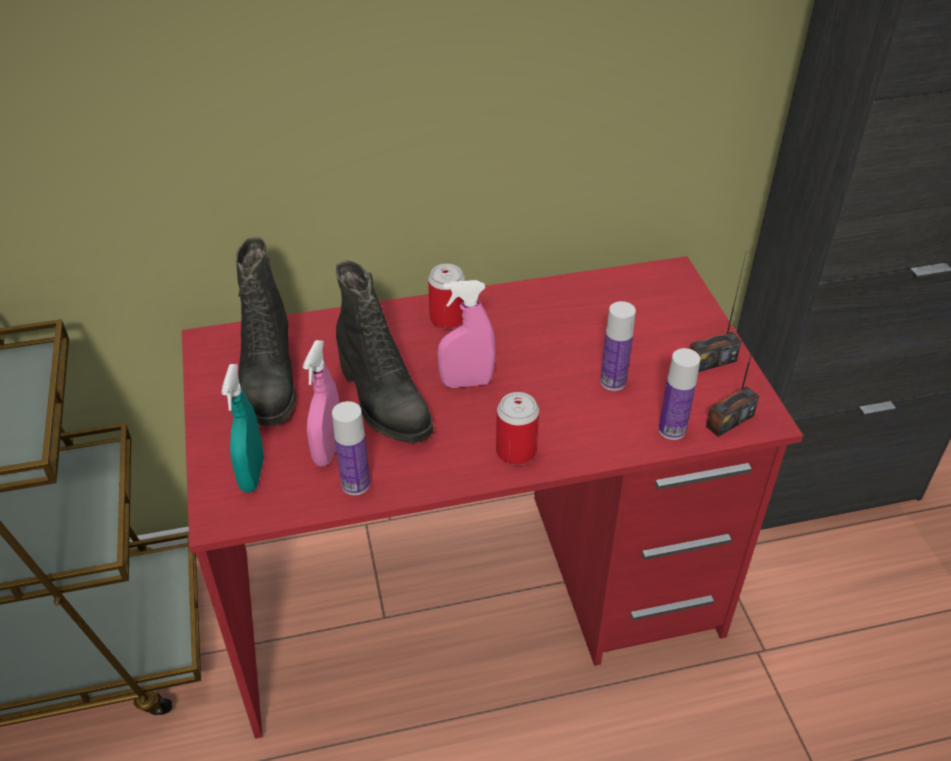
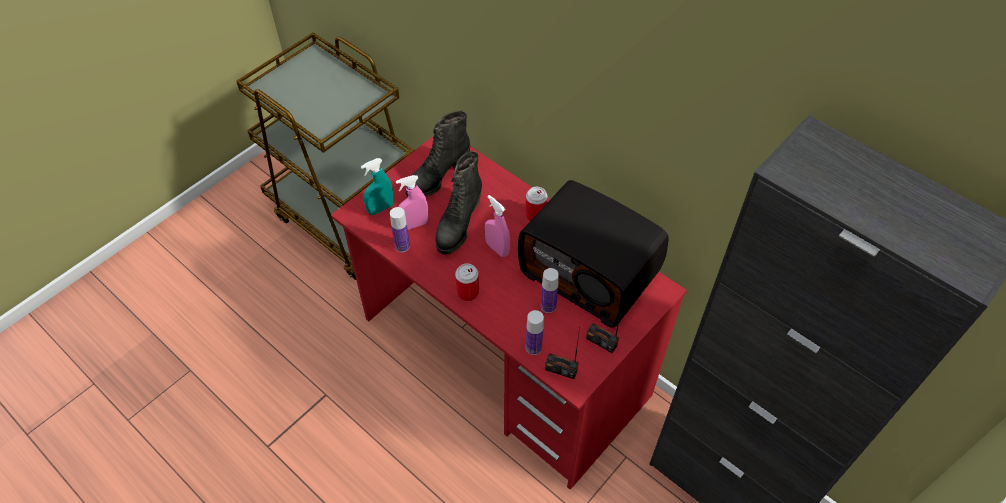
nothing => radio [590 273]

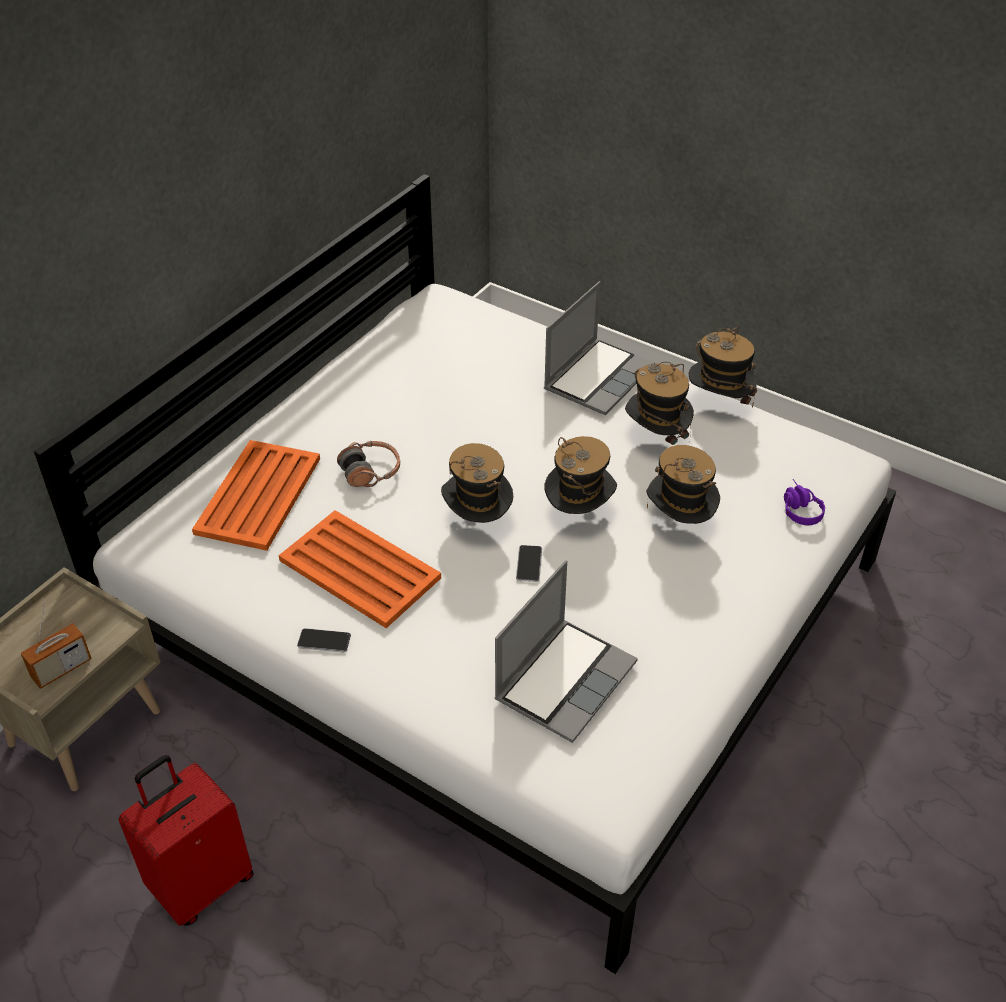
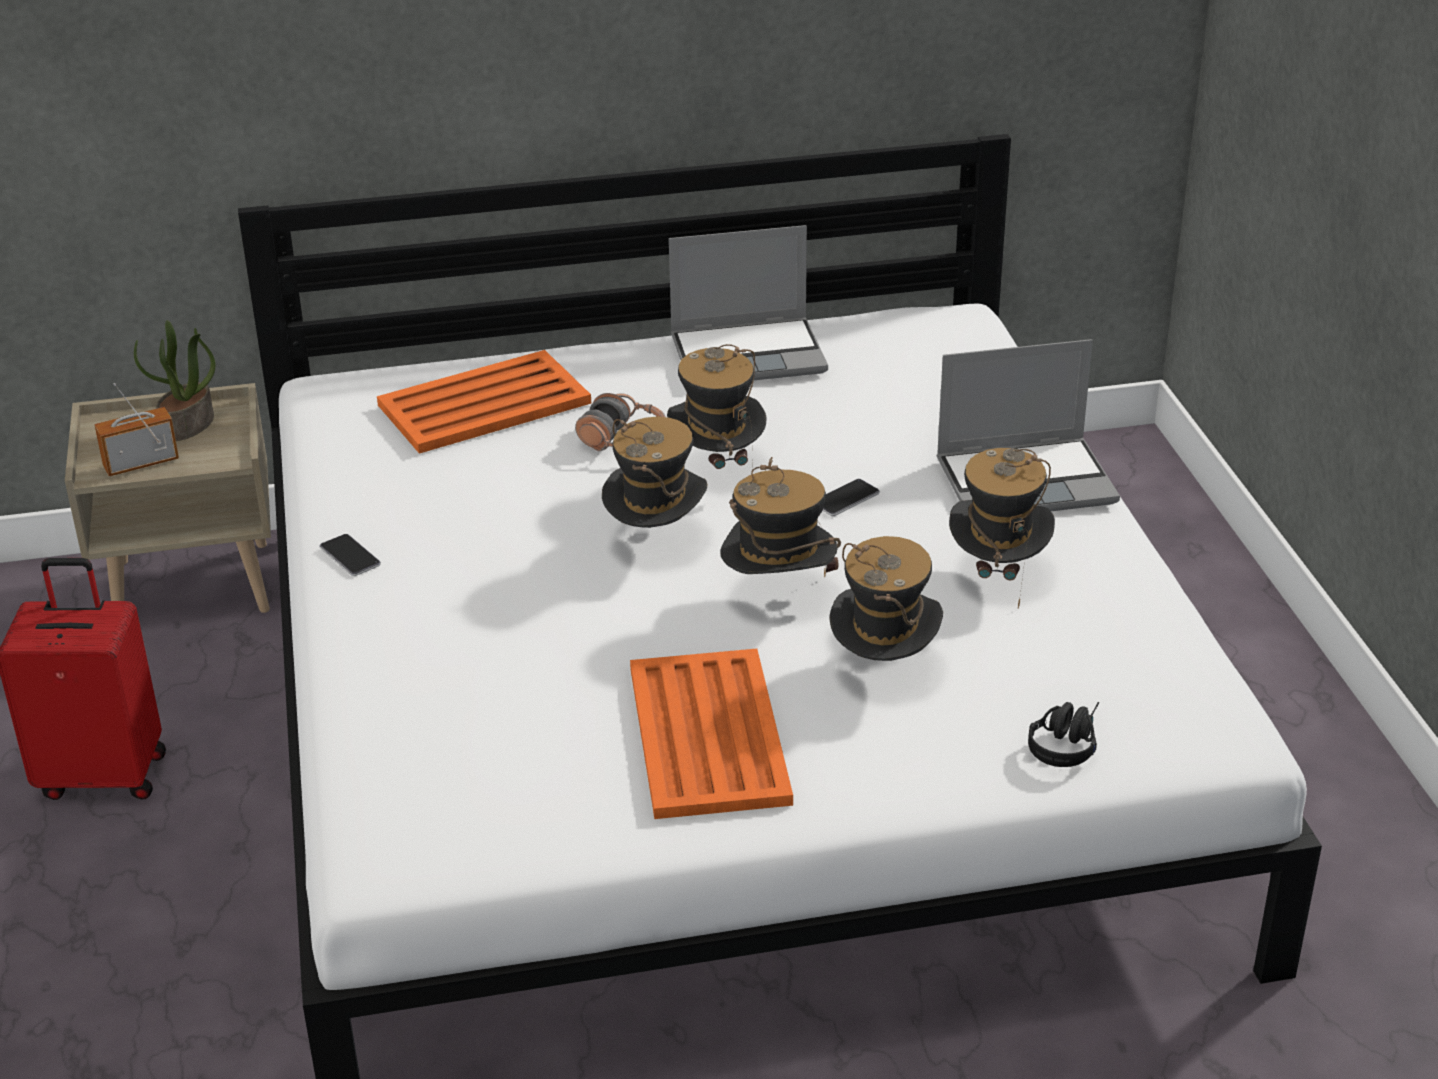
radio [61 669] => radio [141 463], 150 degrees clockwise
orange tray [360 570] => orange tray [707 736], relocated
laptop [565 679] => laptop [750 354], relocated
phone [529 564] => phone [846 499], relocated
hat [718 405] => hat [717 468], relocated
purple headphones [798 508] => black headphones [1066 742]
nothing => potted plant [188 426]

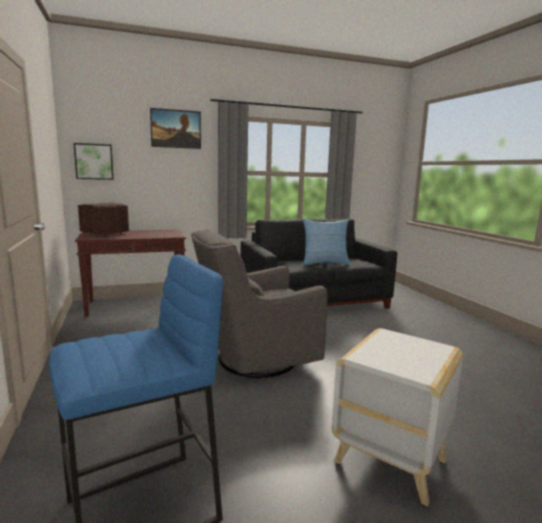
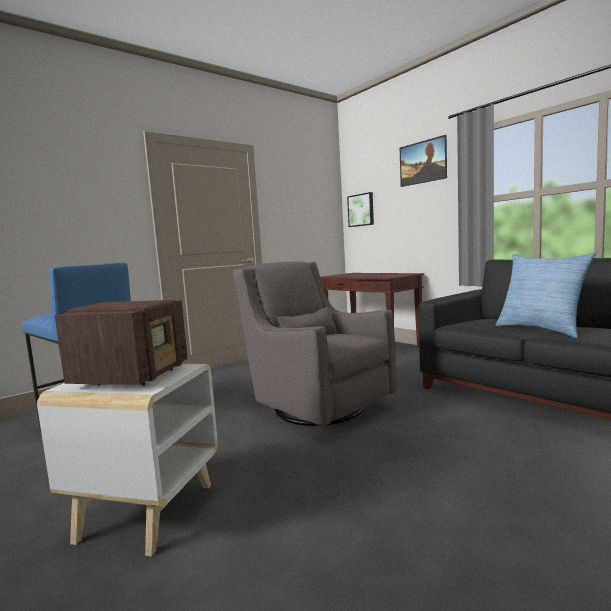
radio [104 233] => radio [133 376], relocated

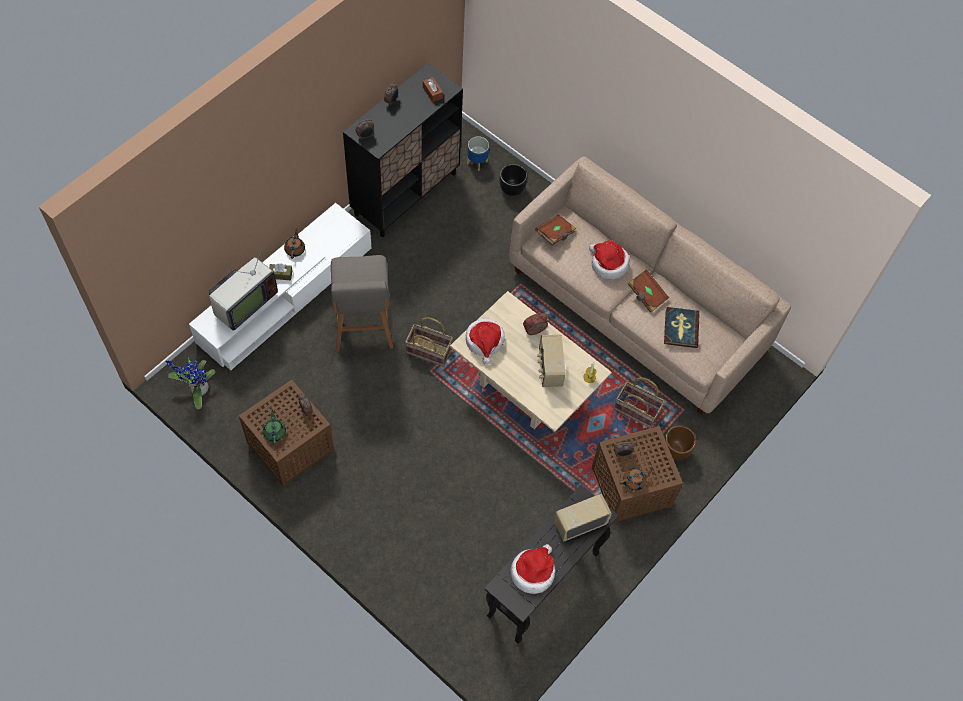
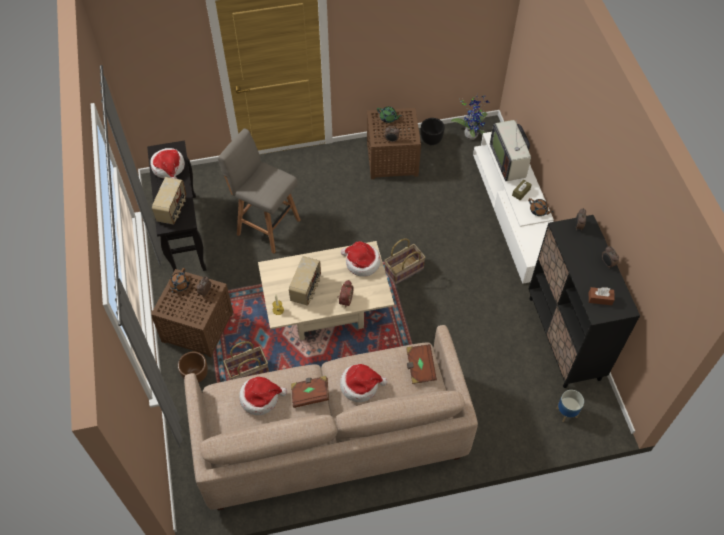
grey stool [363 329] => grey stool [266 226], relocated
black planter [512 190] => black planter [431 140], relocated
radio [549 369] => radio [306 289], 75 degrees clockwise
book [680 328] => hat [261 398]

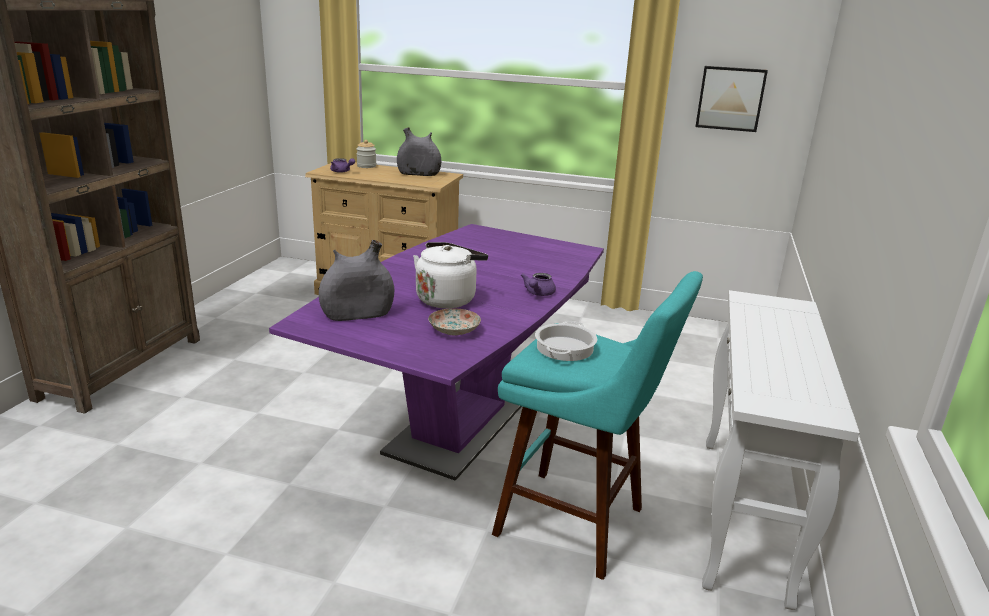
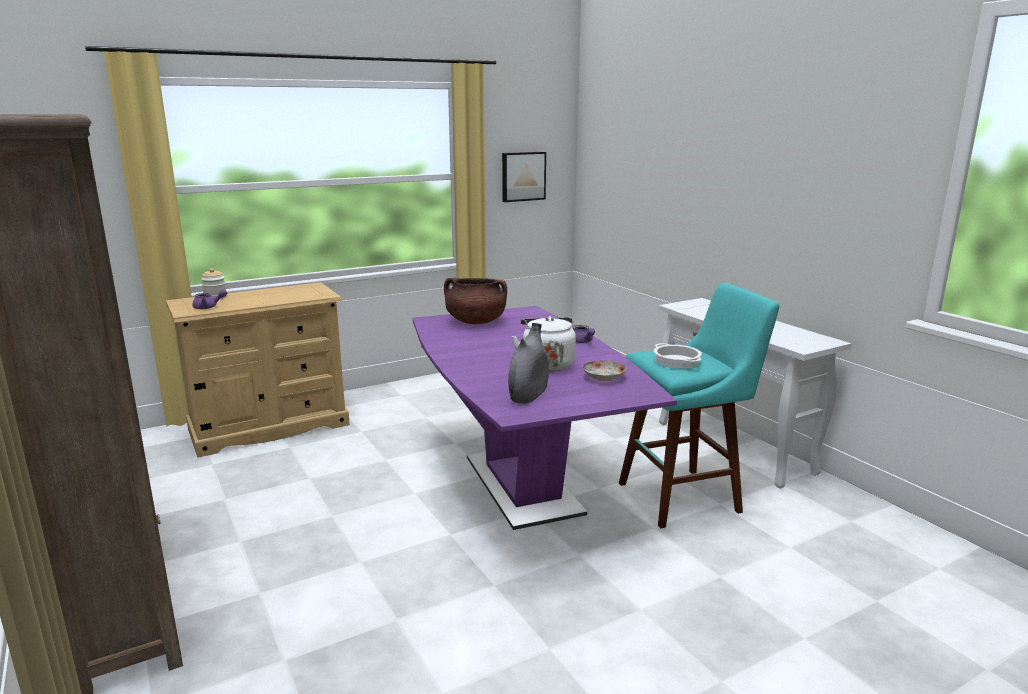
grey vase [419 174] => nothing
nothing => brown cooking pot [475 322]

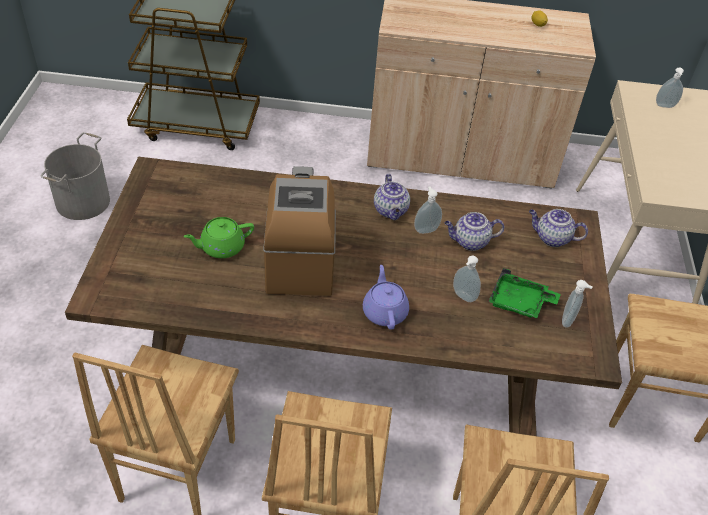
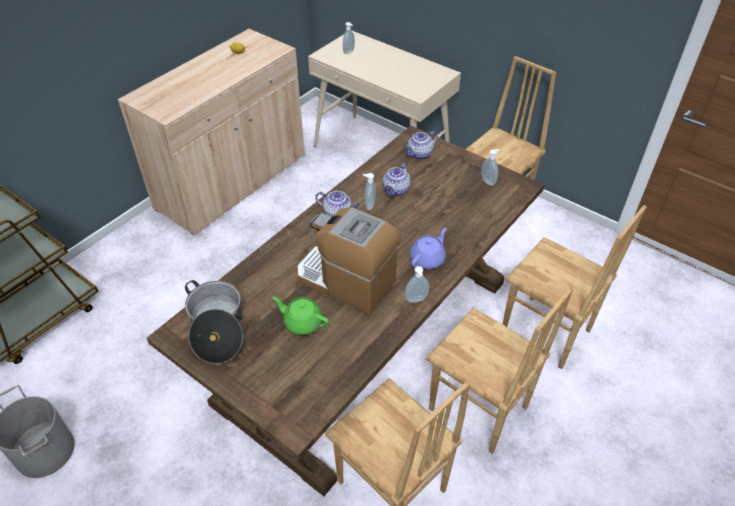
green teapot [221 247] => green teapot [302 322], 105 degrees clockwise
purple teapot [384 311] => purple teapot [428 259], 105 degrees clockwise
soap dispenser [463 297] => soap dispenser [416 300], relocated
green tray [519 302] => nothing
nothing => cooking pot [217 329]

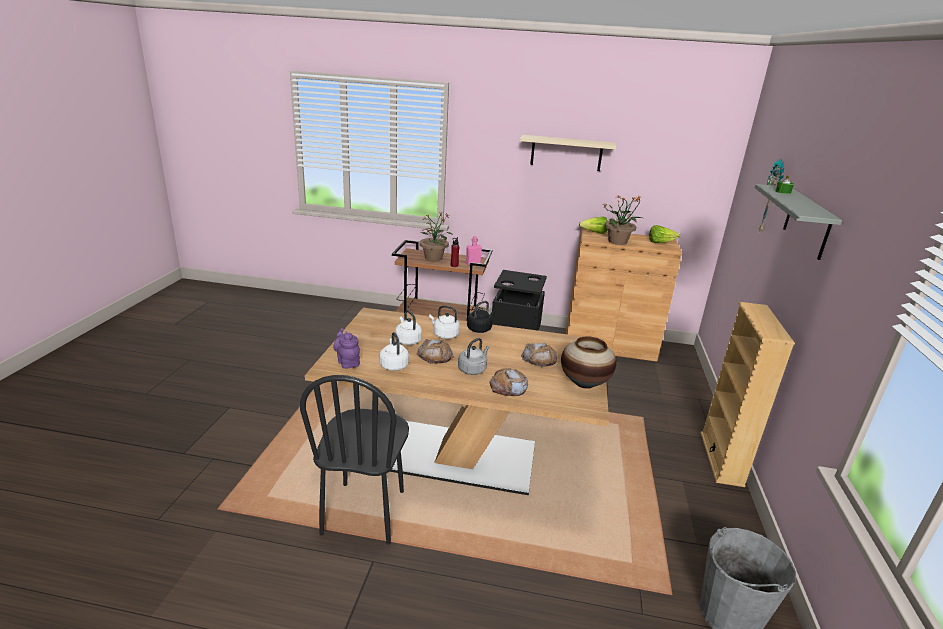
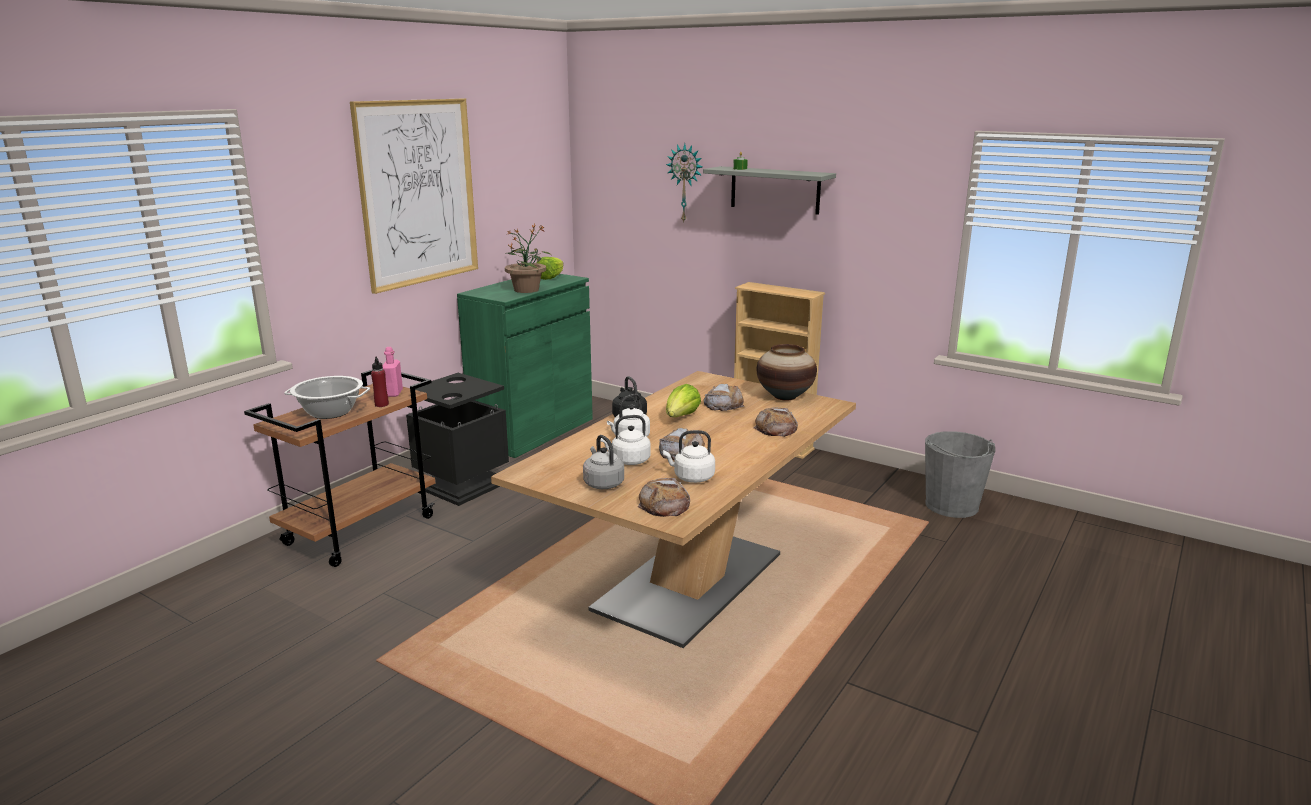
black chair [364 512] => nothing
purple teapot [347 362] => bread [665 504]
potted plant [433 258] => cooking pot [330 412]
grey kettle [473 369] => grey kettle [602 483], relocated
beige shelf [566 153] => picture [418 193]
brown cabinet [609 344] => green cabinet [533 431]
lettuce [594 233] => lettuce [681 418], relocated

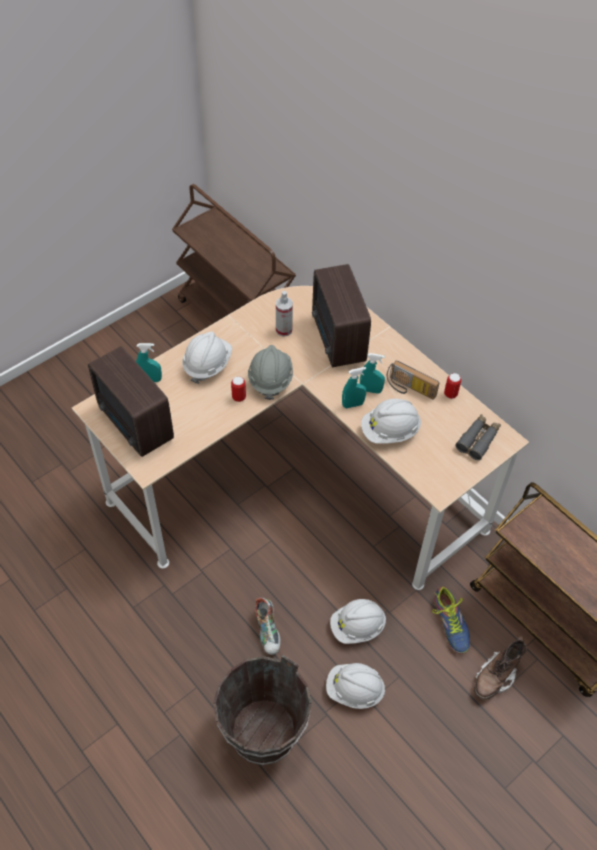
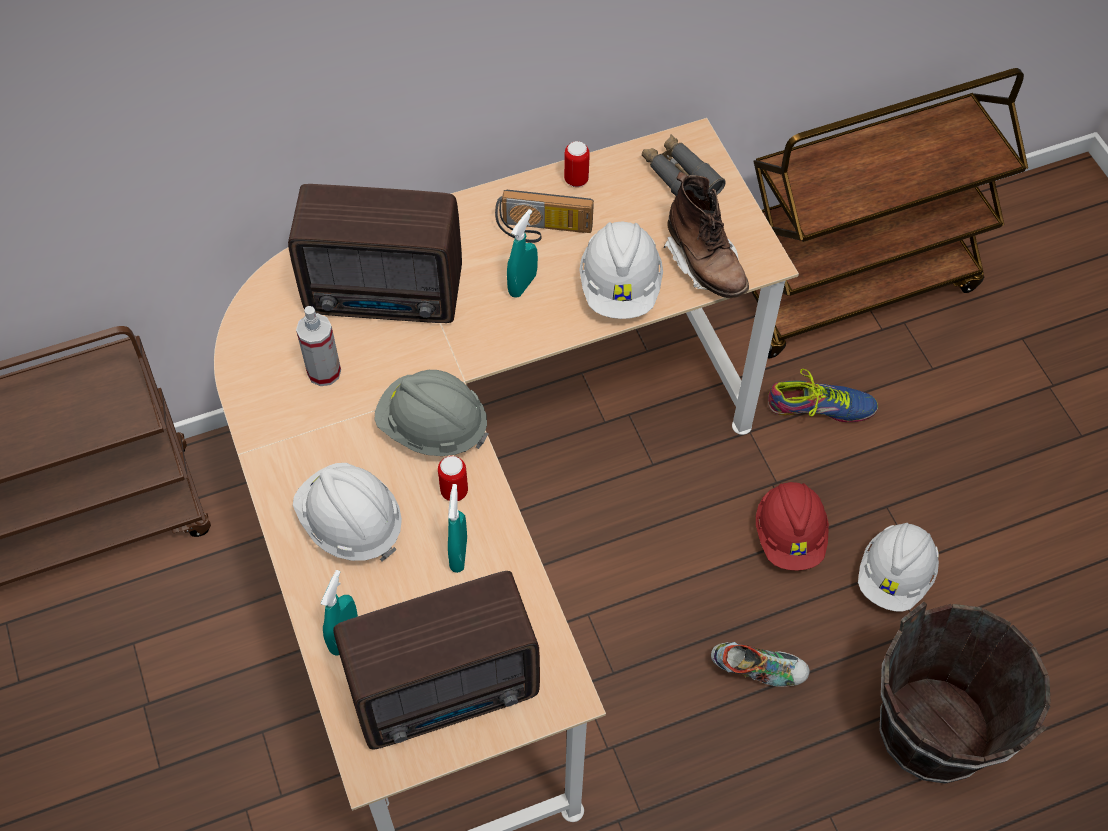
white hard hat [357 627] => red hard hat [789 535]
turquoise spray bottle [353 404] => turquoise spray bottle [458 554], relocated
radio [409 389] => radio [543 231], 45 degrees clockwise
brown boot [495 677] => brown boot [705 264], relocated

